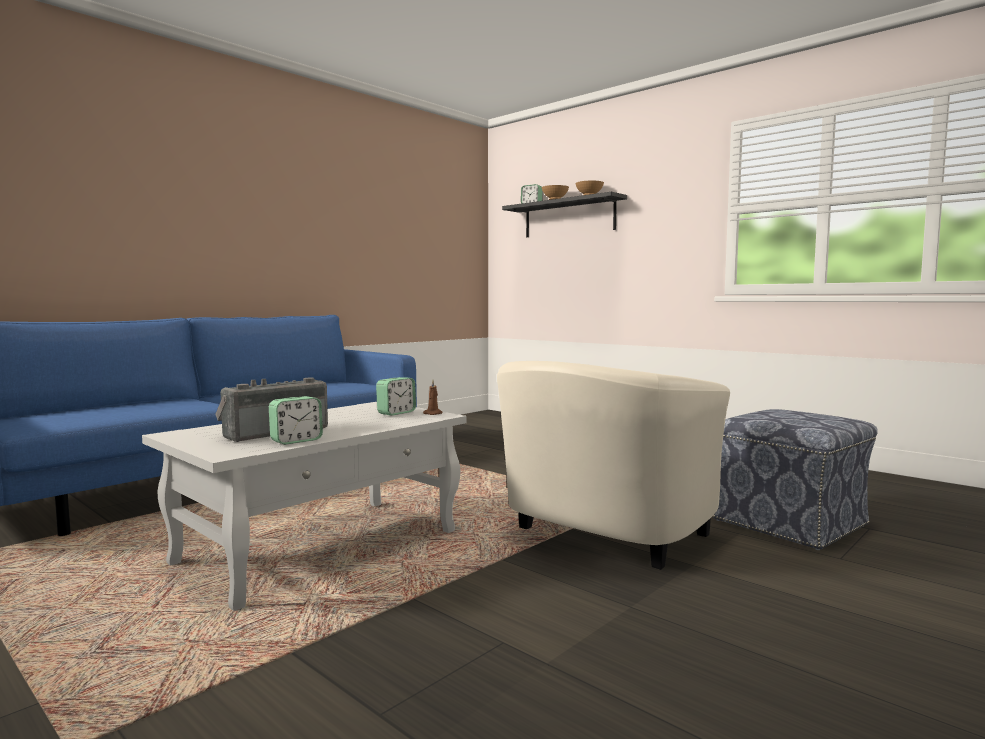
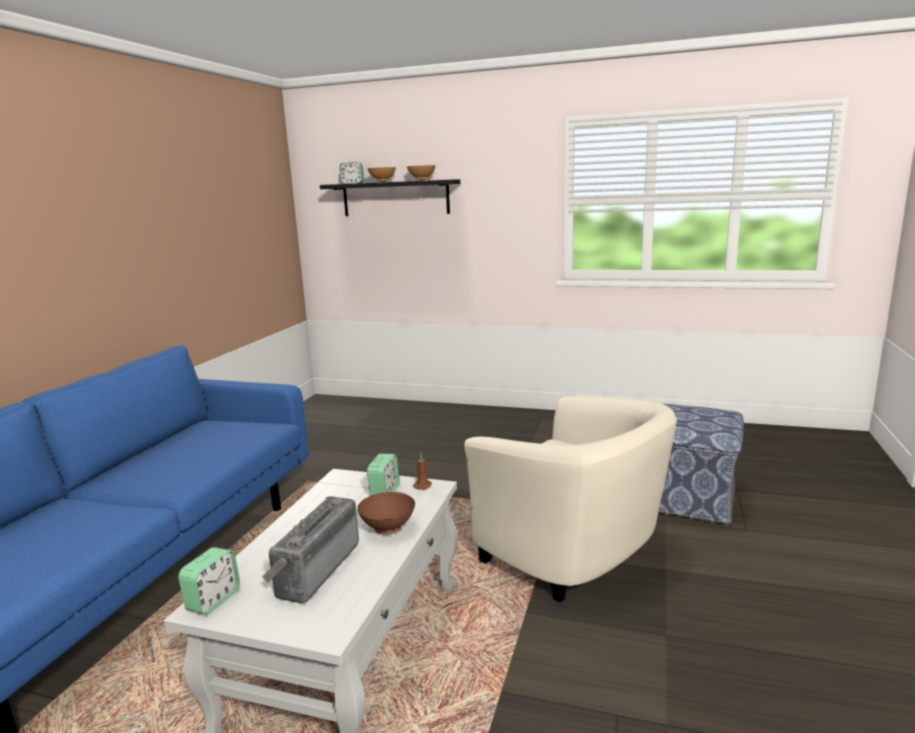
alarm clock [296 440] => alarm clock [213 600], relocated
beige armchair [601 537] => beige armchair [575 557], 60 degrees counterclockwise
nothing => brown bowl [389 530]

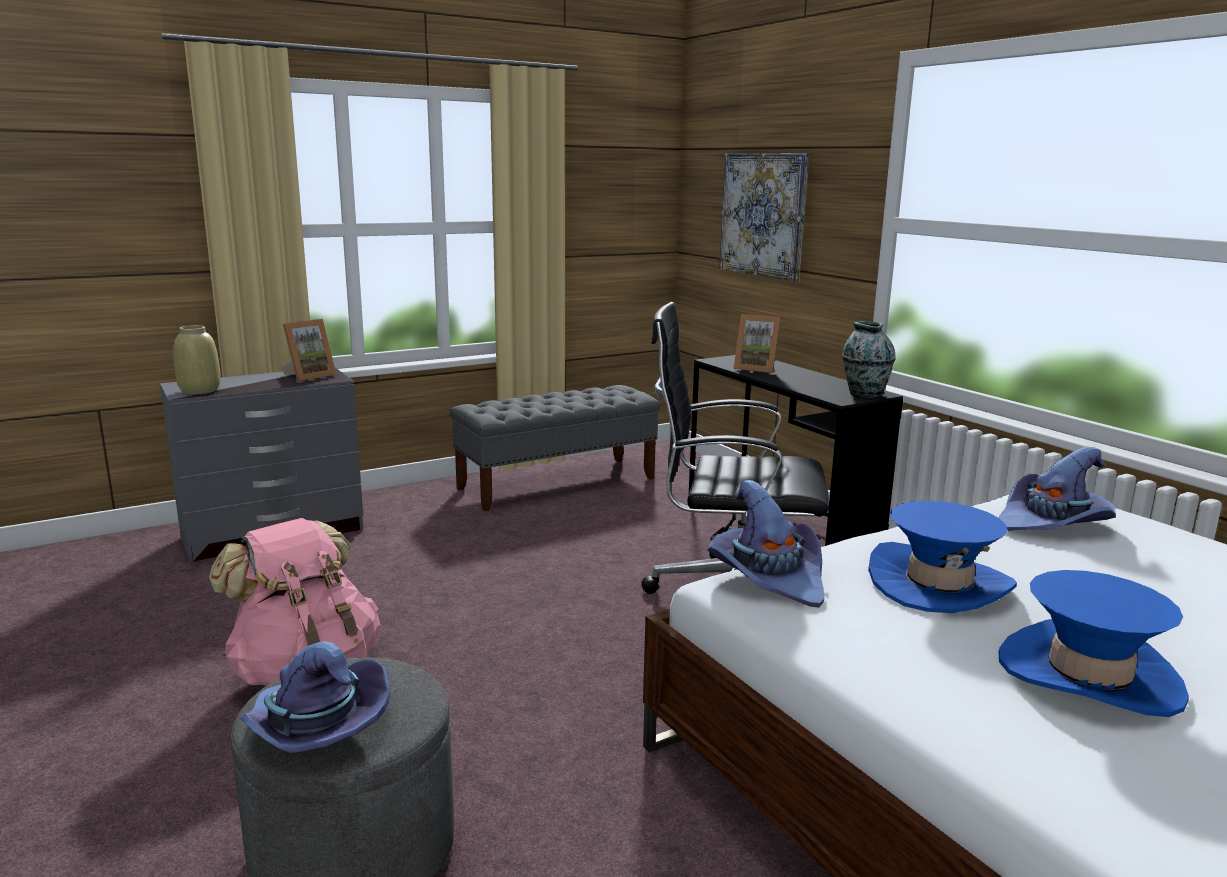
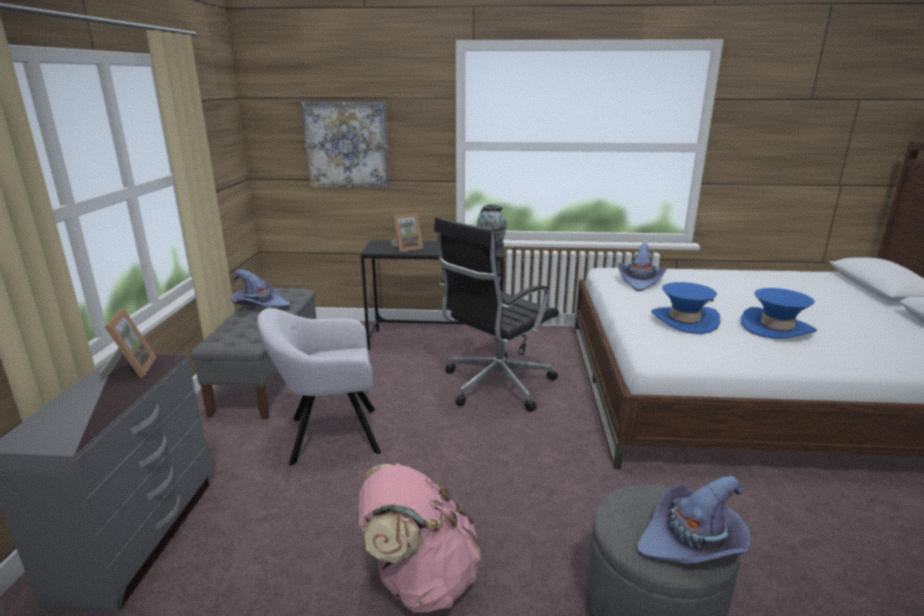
beige vase [200 390] => nothing
purple hat [768 576] => purple hat [259 305], relocated
nothing => grey armchair [329 435]

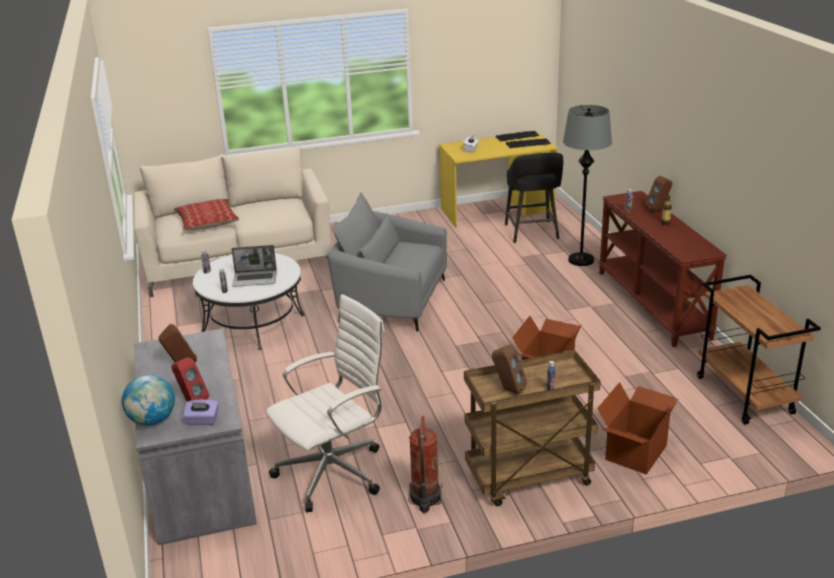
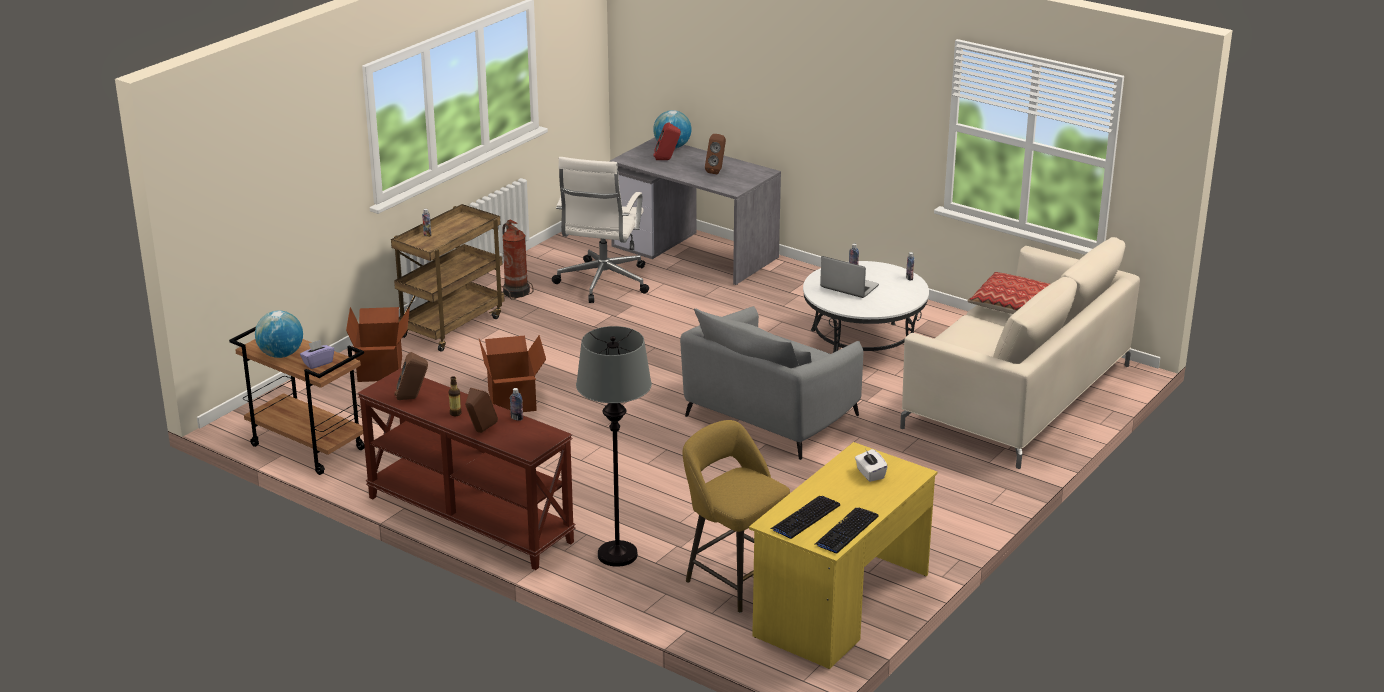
purple tissue box [202 421] => purple tissue box [318 363], relocated
laptop [255 279] => laptop [848 287], 75 degrees clockwise
grey armchair [391 300] => grey armchair [769 417], 150 degrees clockwise
brown speaker [508 390] => brown speaker [412 398], relocated
black stool [532 233] => yellow stool [734 578]
nothing => globe [281 354]

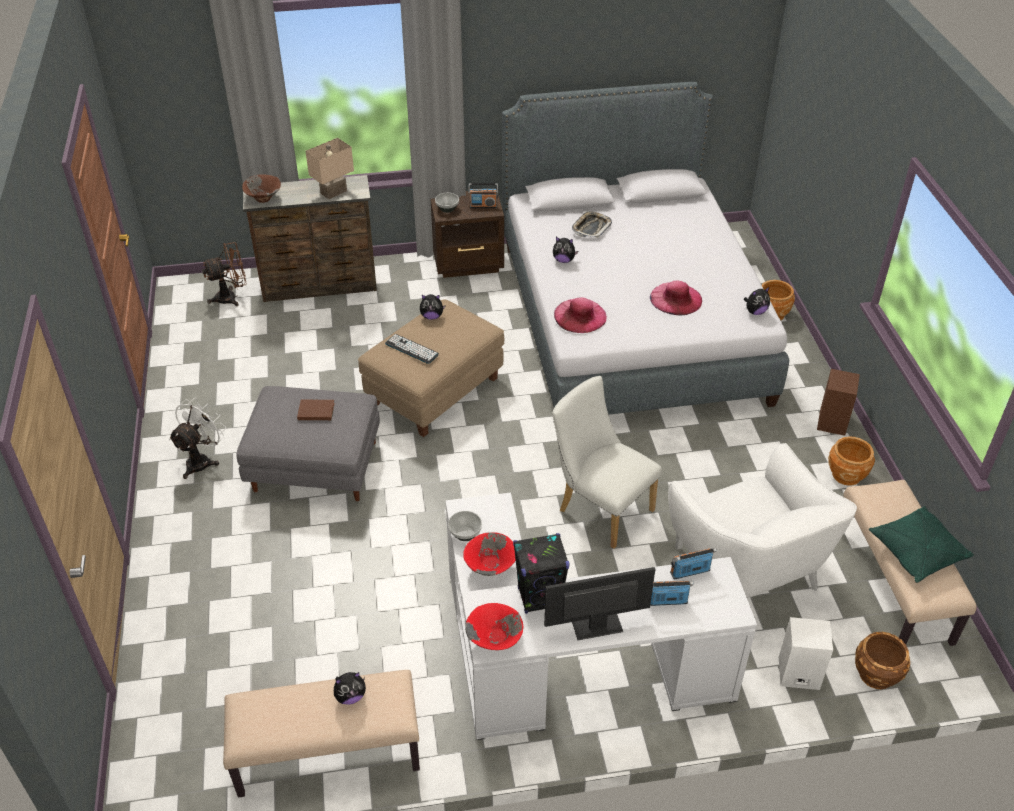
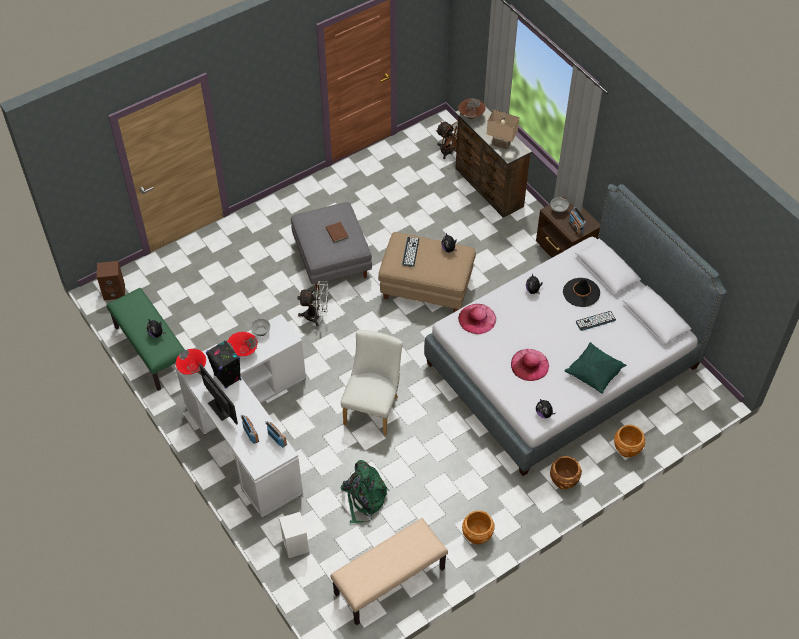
white fan [202 460] => white fan [316 316], relocated
beige bench [327 755] => green bench [151 350]
tray [591 227] => black hat [581 292]
white armchair [748 568] => green backpack [364 498]
brown speaker [831 421] => brown speaker [115 291], relocated
brown planter [876 674] => brown planter [564 480], relocated
green pillow [916 552] => green pillow [594 372], relocated
nothing => keyboard [595 321]

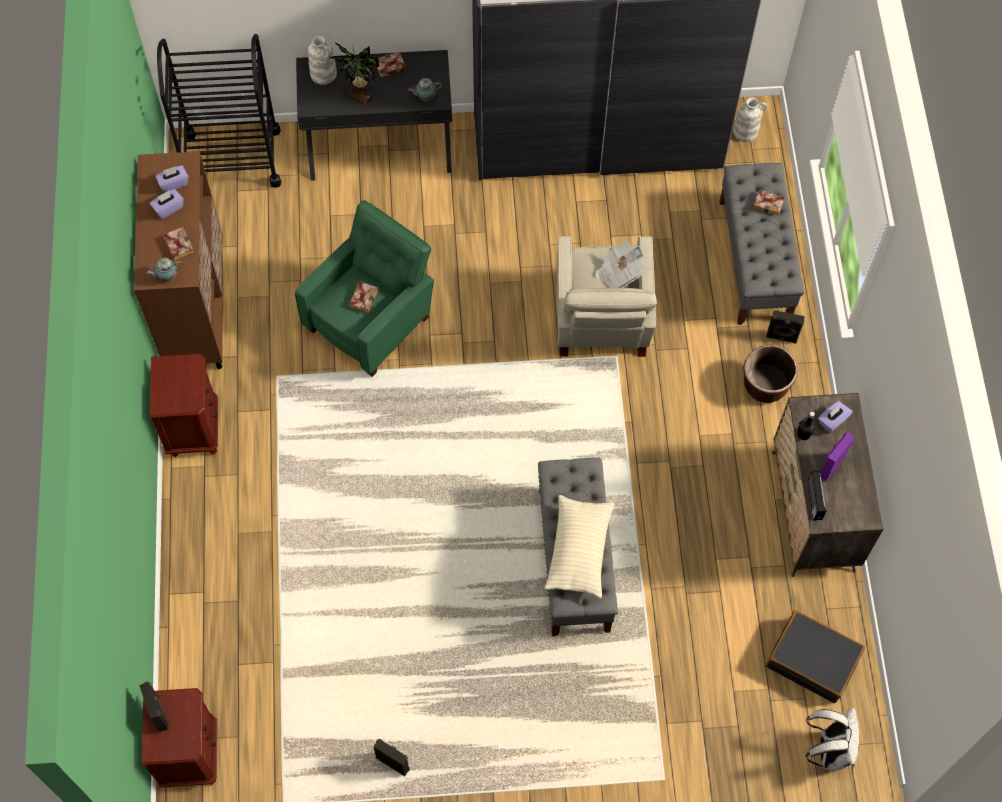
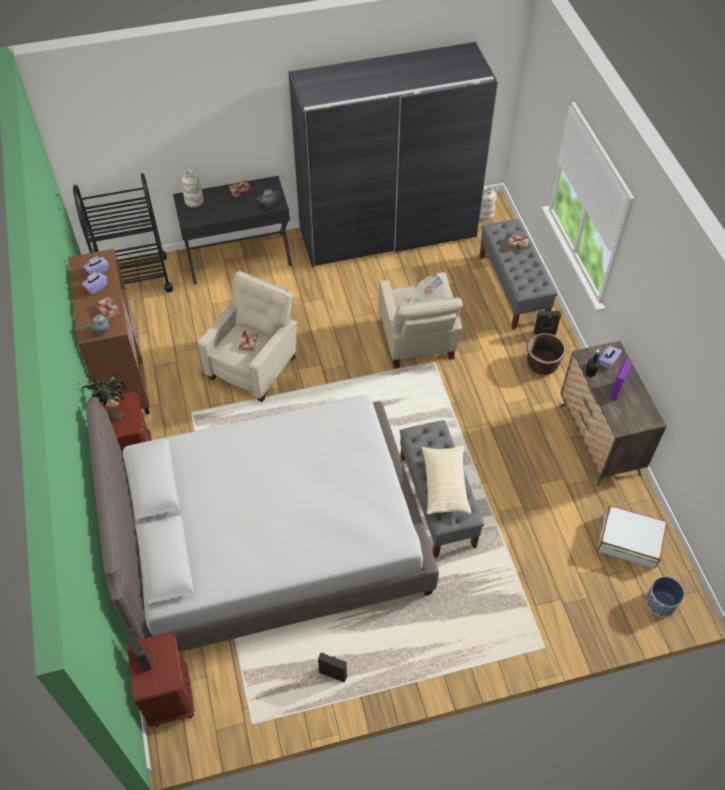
green armchair [372 320] => beige armchair [255 365]
potted plant [359 98] => potted plant [115 416], relocated
black suitcase [813 660] => white suitcase [629 541]
white backpack [829 749] => planter [660 602]
radio [813 500] => nothing
nothing => grey bed [271 539]

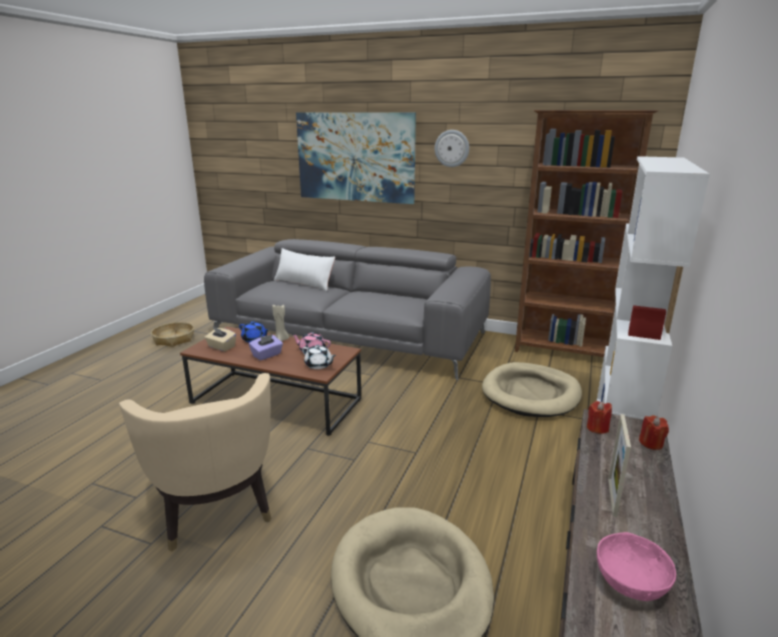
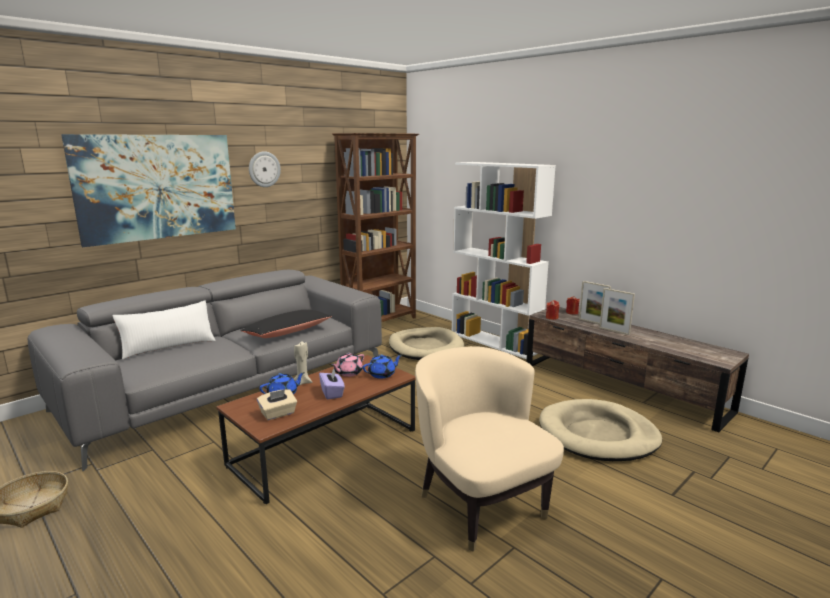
beige armchair [215 507] => beige armchair [479 504], 120 degrees counterclockwise
white teapot [319 365] => blue teapot [382 374]
pink bowl [630 582] => nothing
nothing => black pillow [288 332]
nothing => picture frame [592 322]

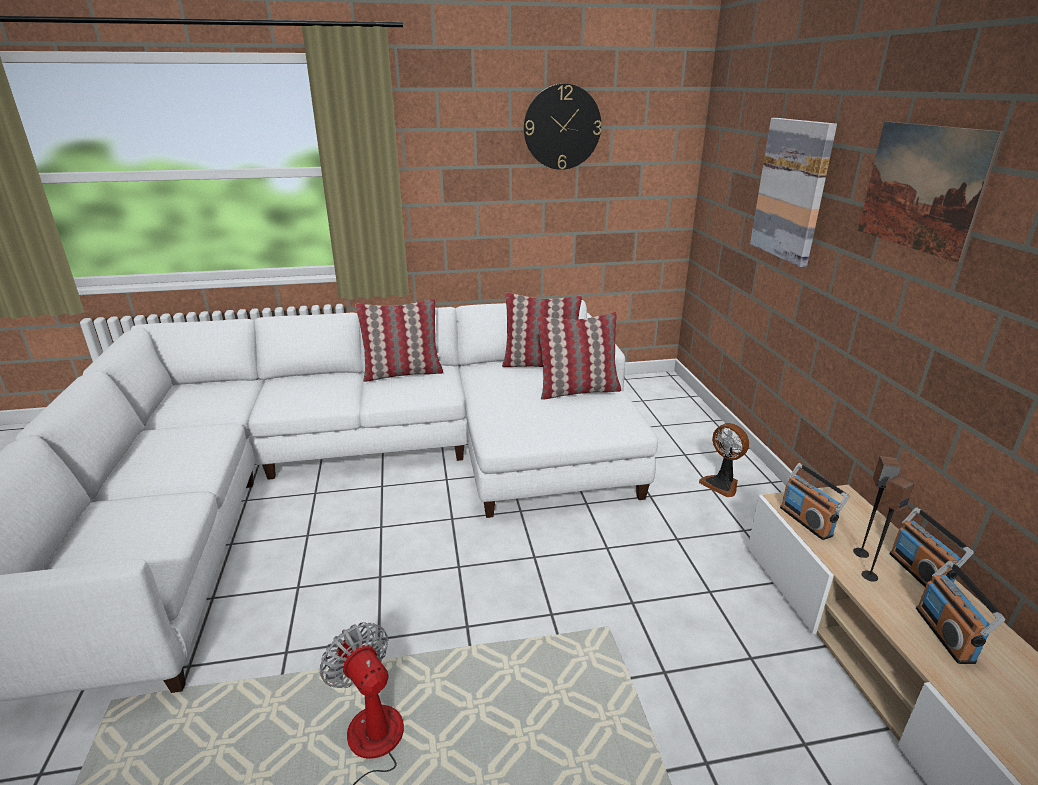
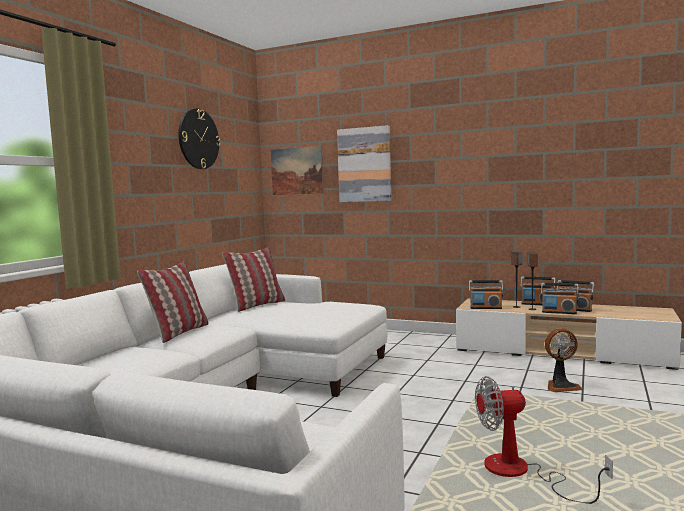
pillow [578 390] => nothing
fan [722 484] => fan [561 386], relocated
picture [922 188] => picture [296 171], relocated
nothing => radio [559 312]

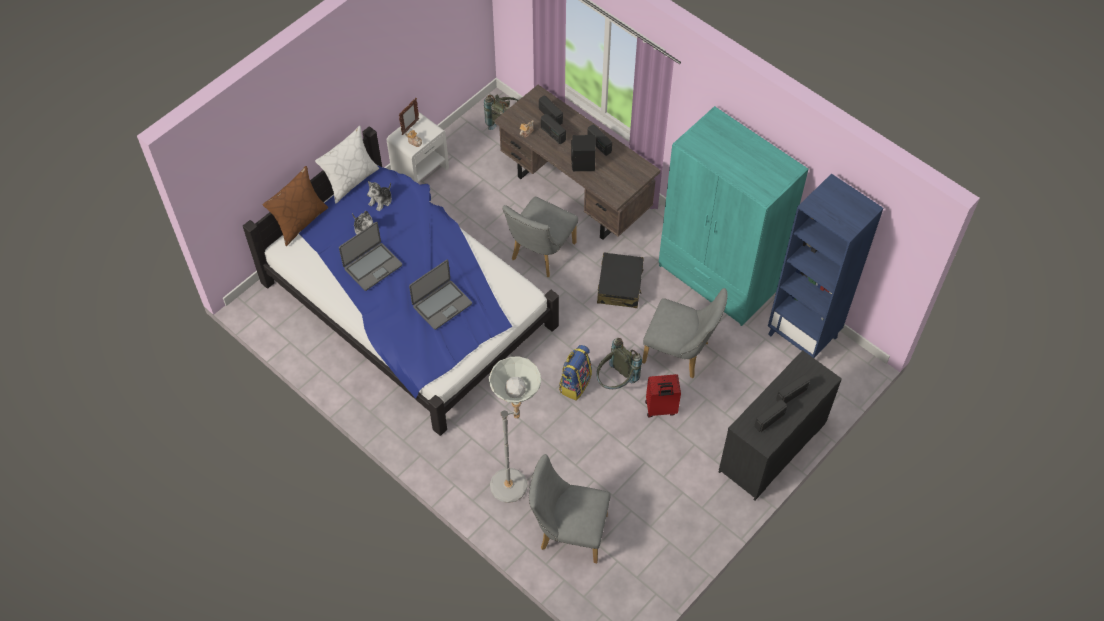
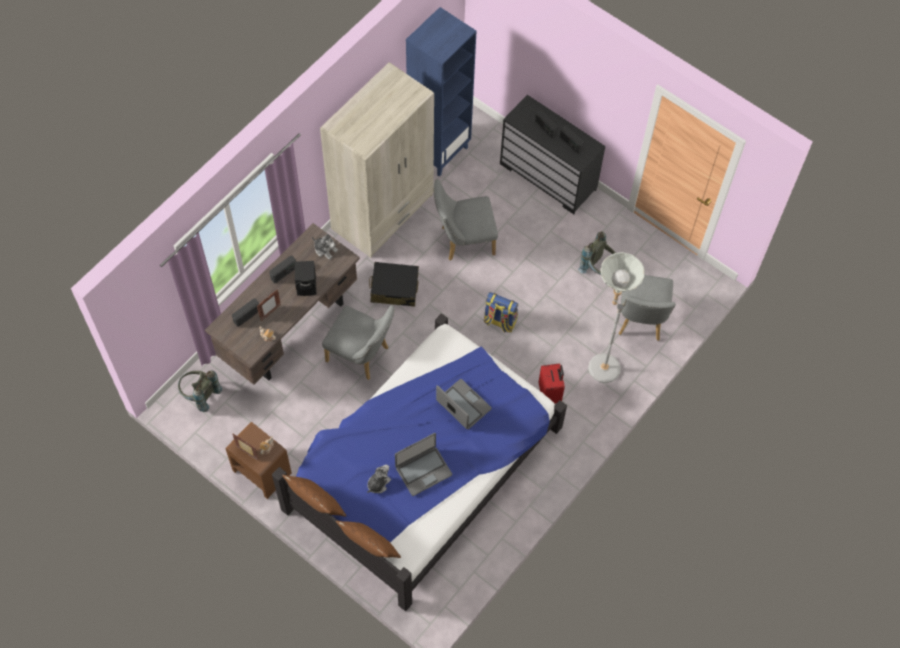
white pillow [351 180] => brown pillow [316 505]
laptop [372 266] => laptop [423 471], 105 degrees clockwise
plush toy [381 201] => plush toy [325 249], relocated
white nightstand [421 171] => brown nightstand [261 471]
radio [553 134] => picture frame [270 313]
grey backpack [616 381] => grey backpack [599 269], relocated
grey chair [680 354] => grey chair [463 241], 120 degrees counterclockwise
red suitcase [661 409] => red suitcase [550 394], relocated
turquoise wardrobe [717 278] => beige wardrobe [383 212]

